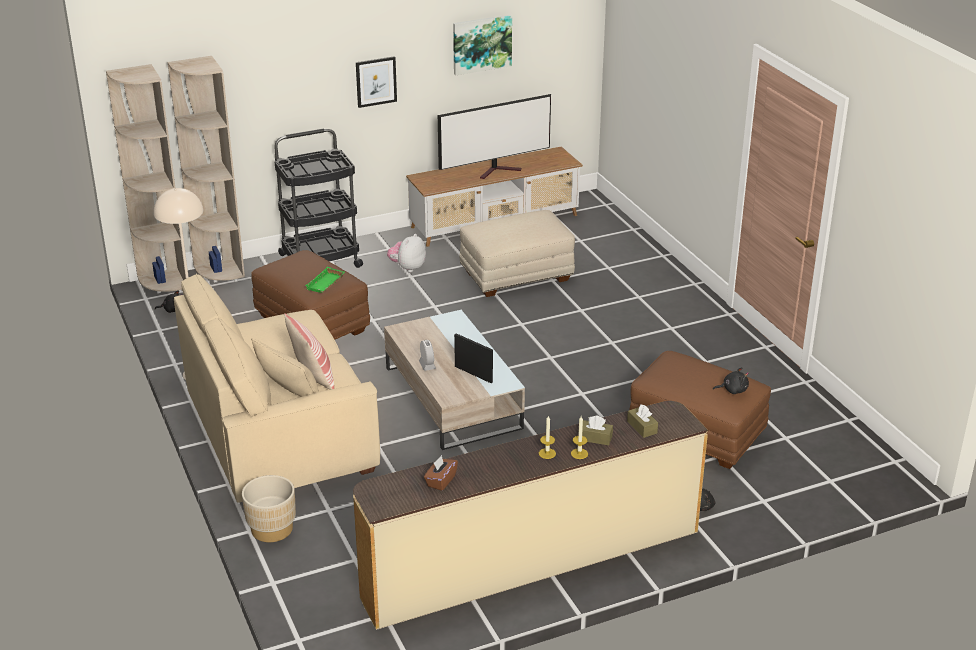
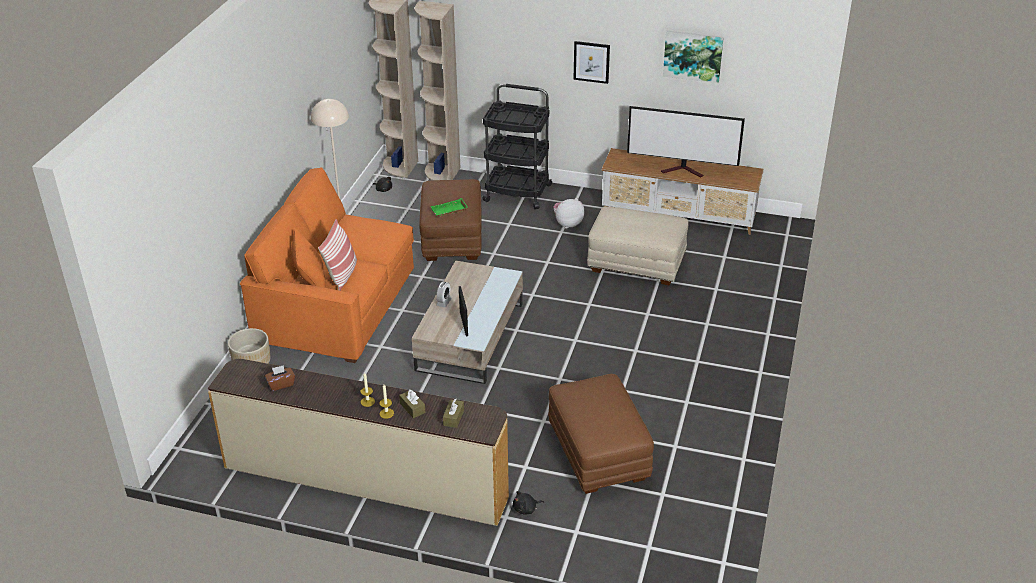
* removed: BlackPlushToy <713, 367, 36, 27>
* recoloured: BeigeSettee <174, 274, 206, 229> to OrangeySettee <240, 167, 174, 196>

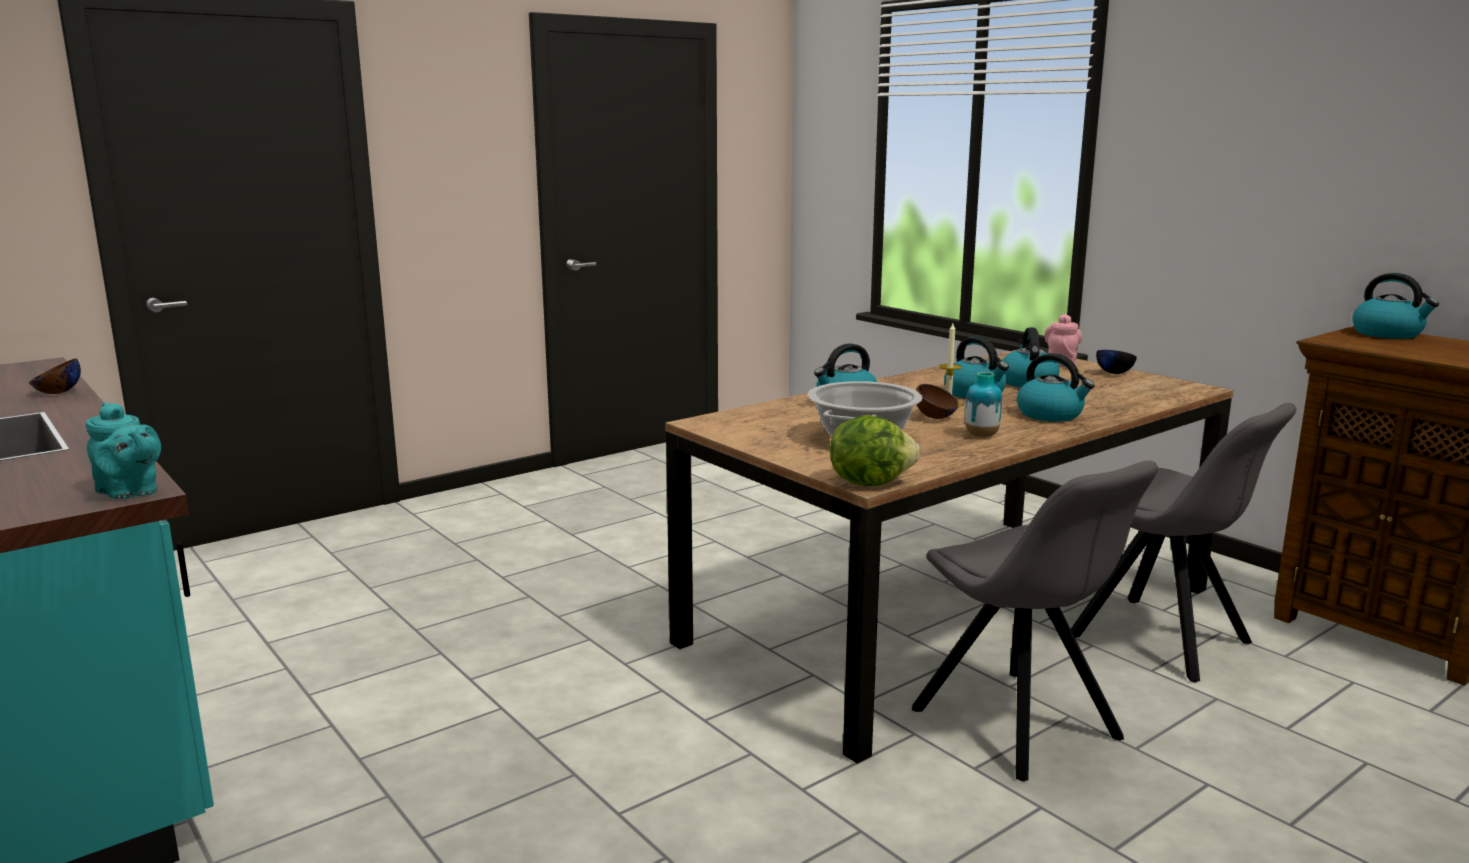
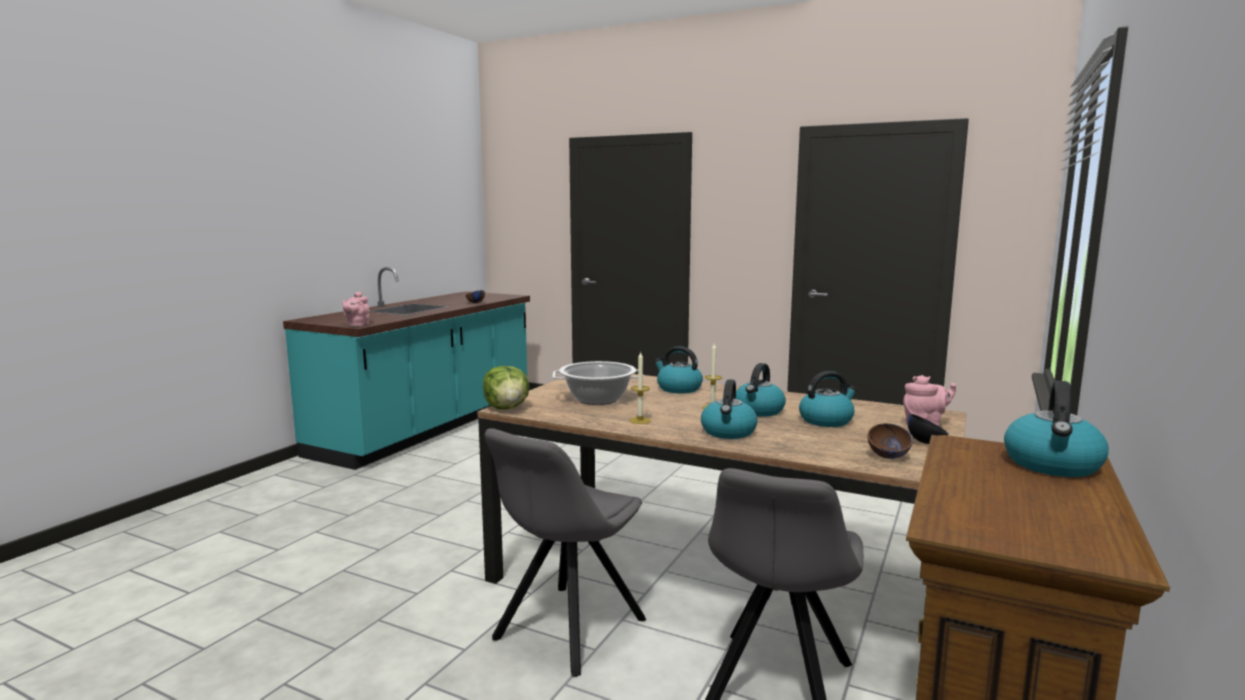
* moved: BrownServingBowl <916, 384, 43, 35> to <868, 423, 45, 36>
* replaced: DecorativeVase <965, 372, 37, 65> to WaxLight <629, 351, 22, 73>
* recoloured: BlueGreenPotForTea <86, 402, 75, 97> to PinkPotForTea <342, 292, 27, 35>

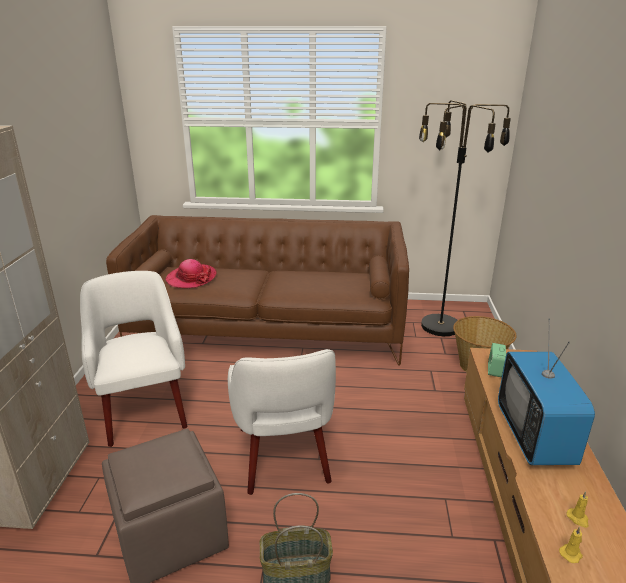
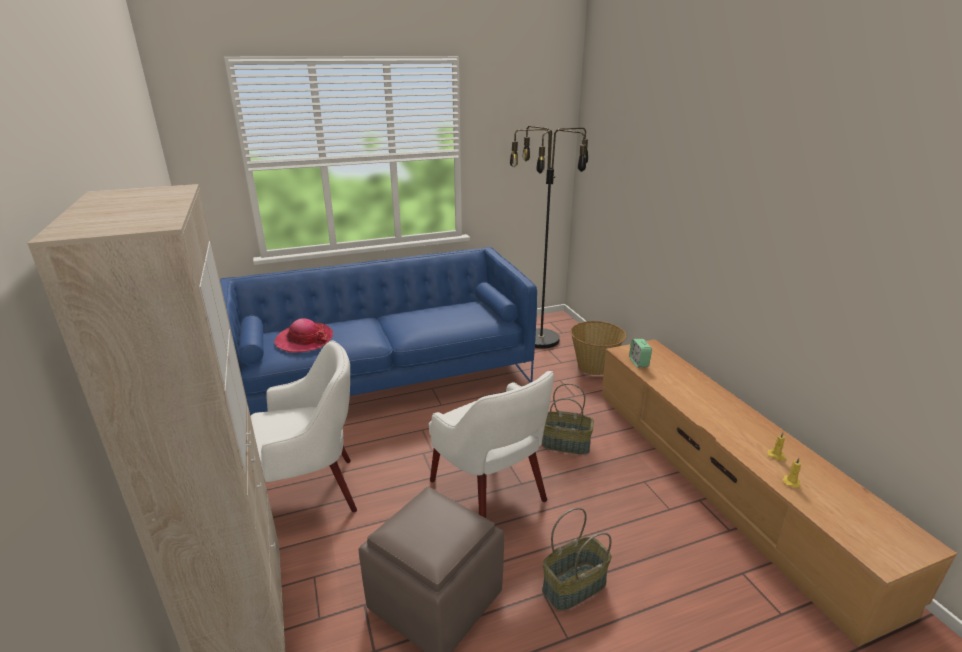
* removed: TvSet <498, 318, 97, 147>
* added: HouseholdBasket <542, 383, 52, 72>
* recoloured: BrownSettee <106, 215, 303, 151> to BlueColouredSettee <220, 247, 317, 169>
* turned: WhitishLoungeChair <80, 271, 107, 176> = <250, 340, 107, 172> 120 degrees clockwise

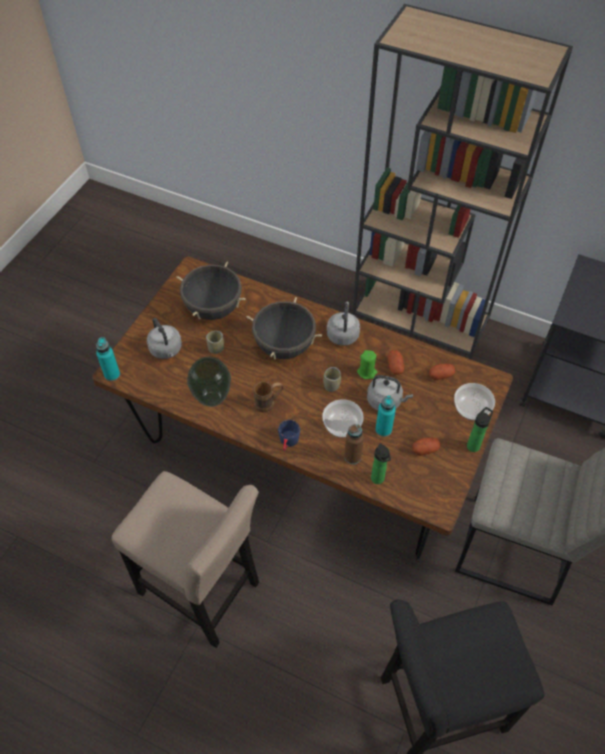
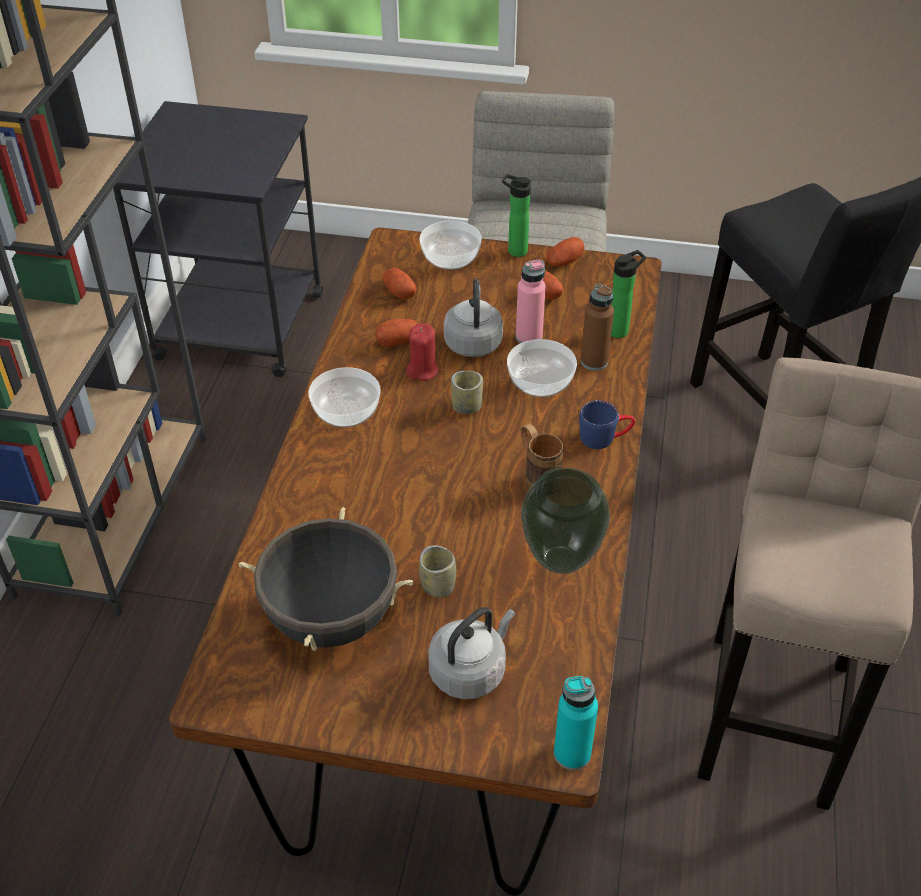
* removed: BlackCookingPot <246, 297, 76, 63>
* added: Spud <546, 237, 39, 30>
* replaced: GreyishKettle <327, 301, 33, 45> to ServingBowl <308, 367, 73, 60>
* recoloured: GreenColouredWaxLight <357, 350, 20, 29> to RedColouredWaxLight <406, 323, 33, 58>
* recoloured: BlueGreenBeverageBottle <375, 396, 21, 41> to PinkBeverageBottle <516, 260, 30, 83>

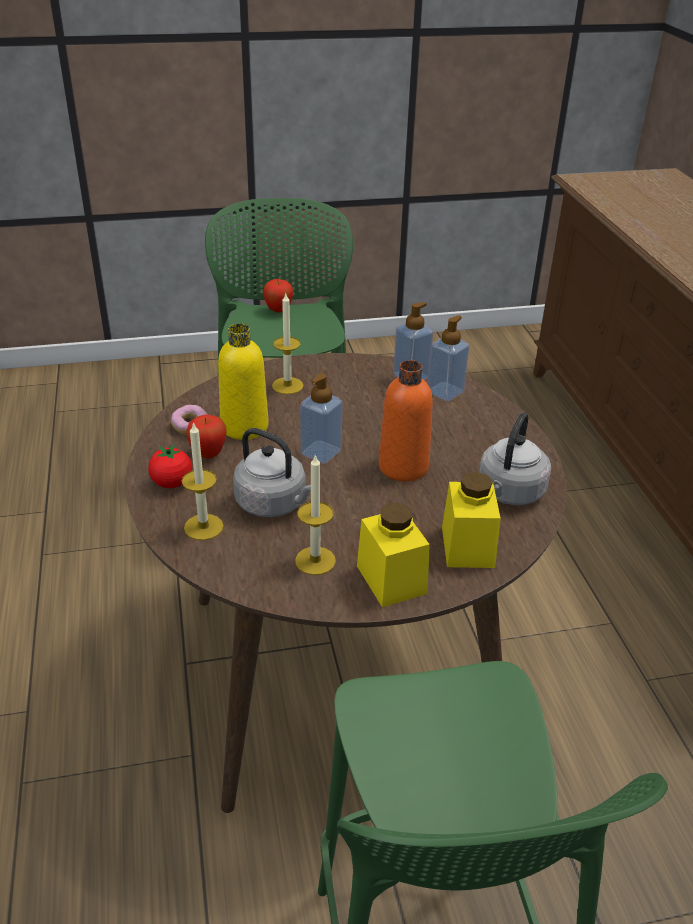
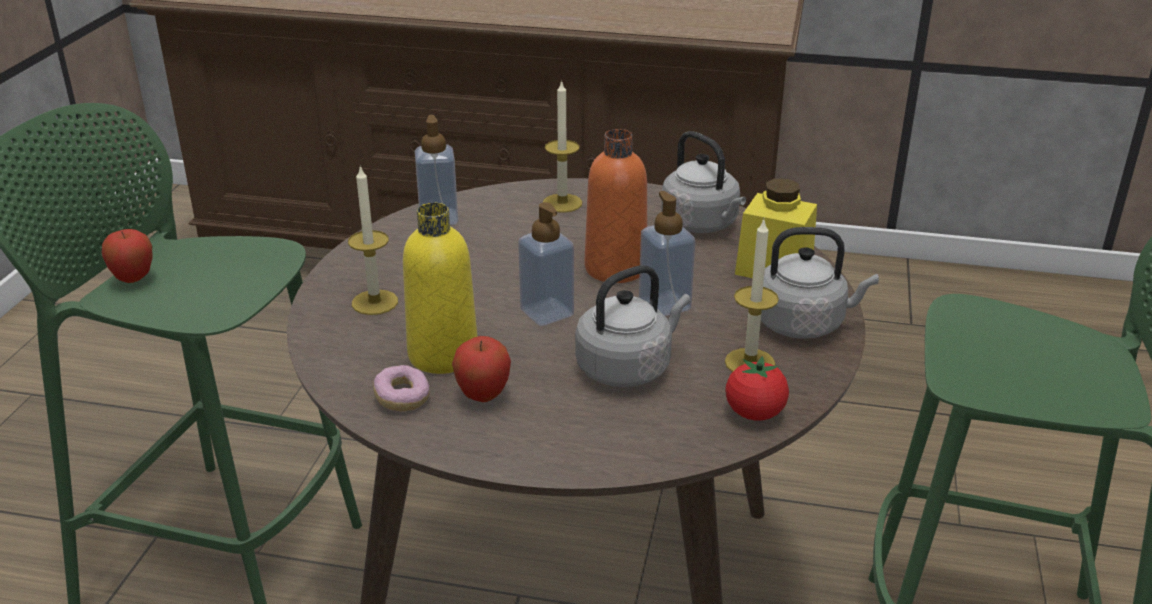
* moved: FreshTomato <148, 444, 44, 44> to <725, 356, 64, 64>
* moved: WaxLight <182, 422, 42, 118> to <543, 80, 39, 133>
* moved: LiquidSoapBottle <428, 315, 41, 86> to <639, 191, 56, 125>
* replaced: YellowColouredStorageJar <357, 503, 73, 104> to GreyishKettle <761, 227, 118, 112>

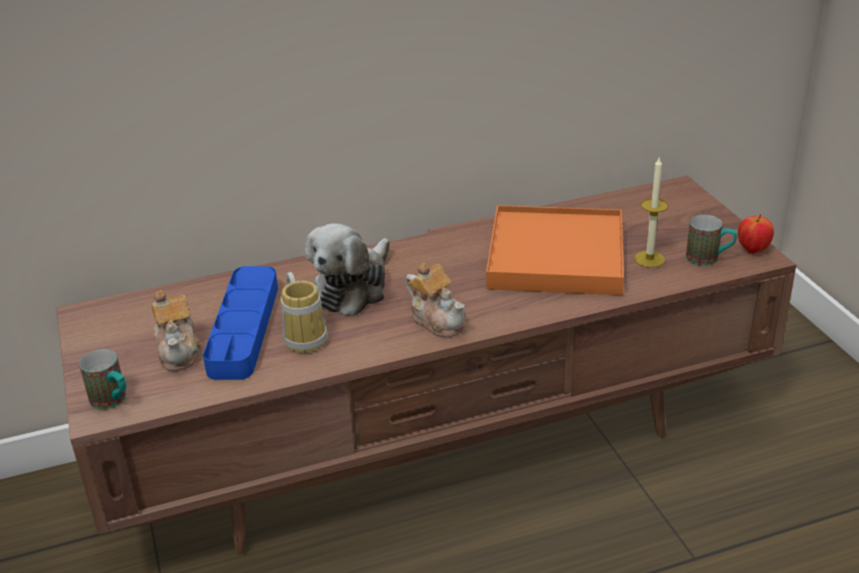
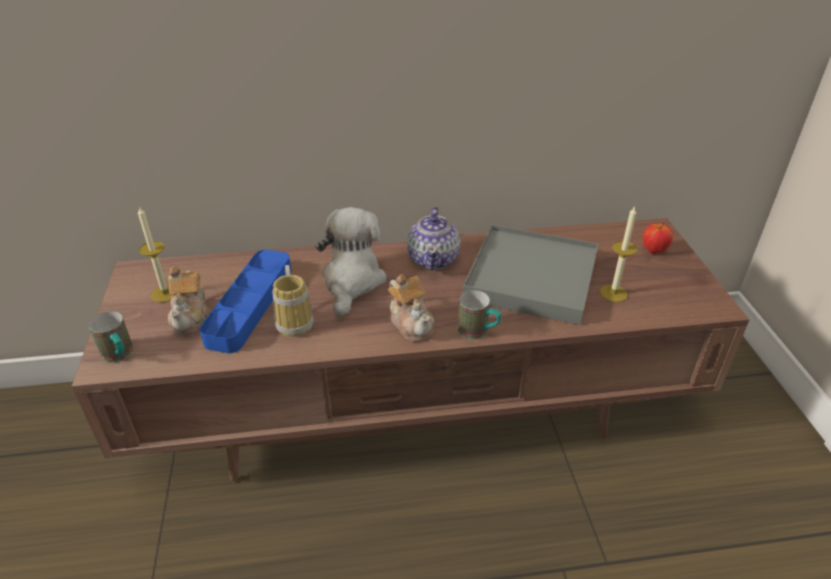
* added: WaxLight <138, 206, 34, 96>
* added: PotForTea <407, 207, 53, 63>
* moved: CoffeeMug <686, 215, 51, 51> to <458, 290, 43, 49>
* moved: AppleFruit <738, 214, 36, 40> to <643, 223, 30, 31>
* recoloured: OrangeyServingTray <486, 205, 138, 90> to GreyishServingTray <463, 224, 135, 101>
* turned: PlushToy <305, 224, 85, 92> = <315, 207, 72, 110> 150 degrees clockwise

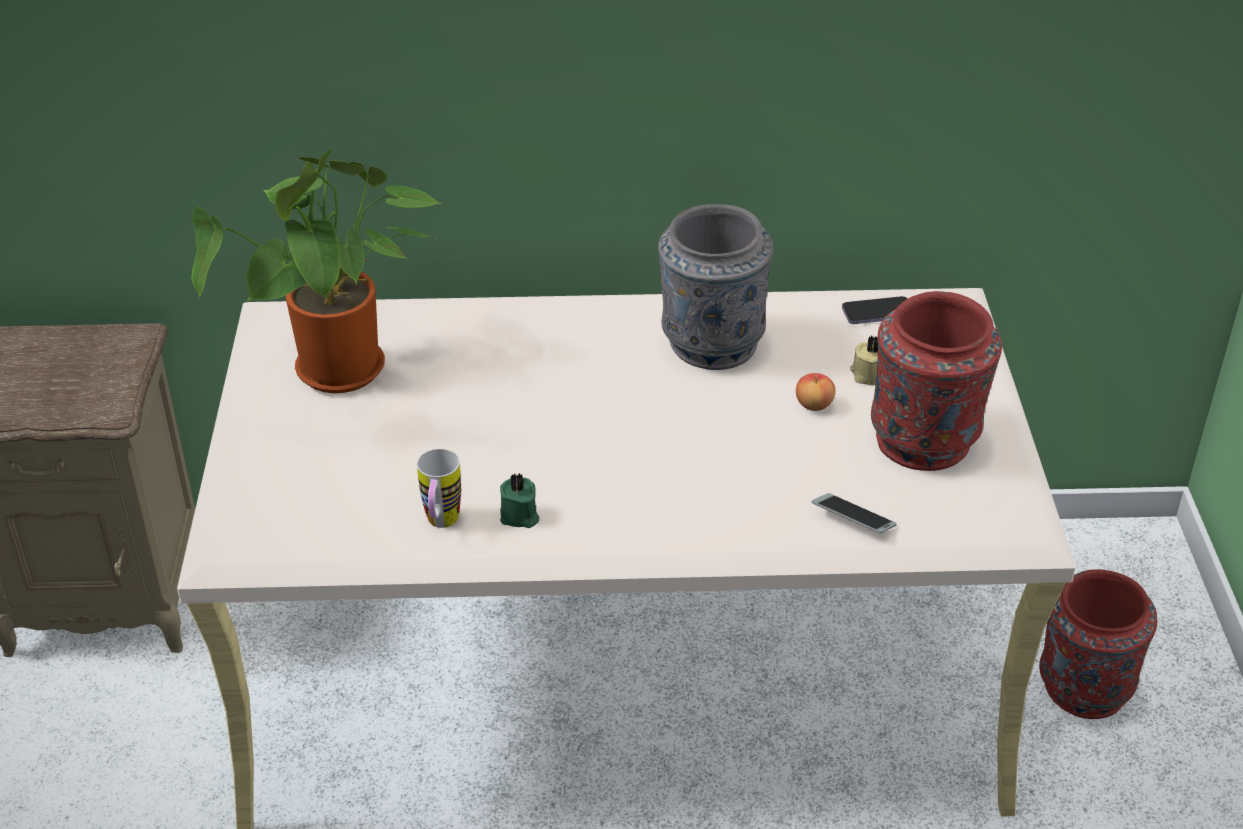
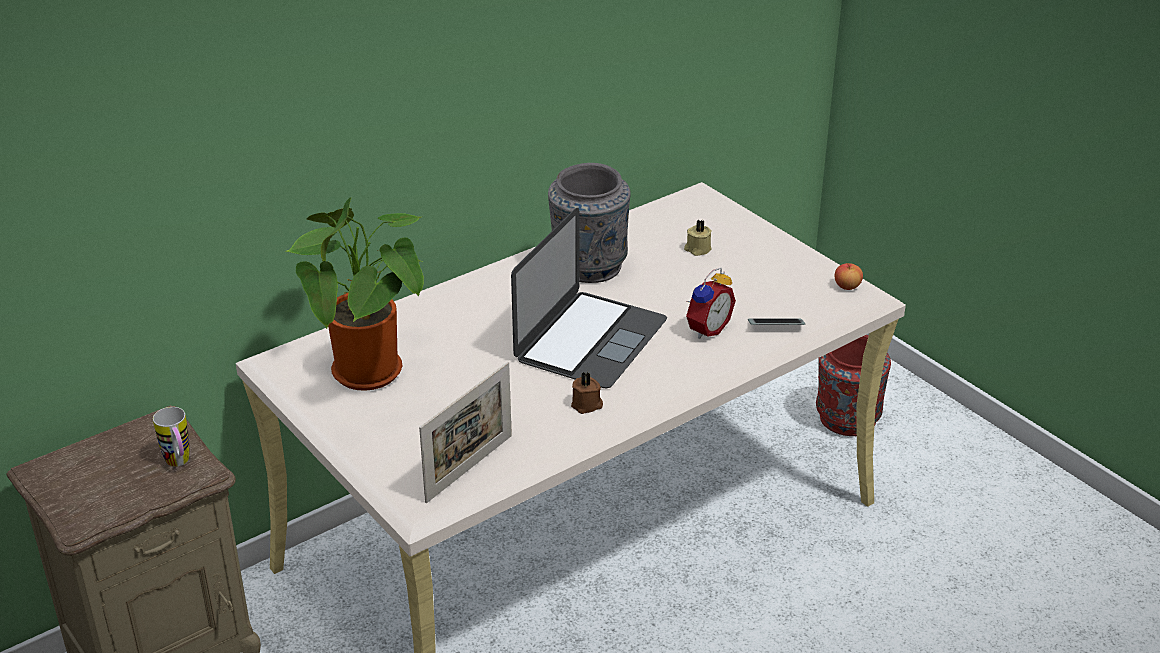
* removed: Phone <842, 296, 66, 28>
* removed: RedColouredDecorativeVase <871, 291, 131, 180>
* added: StandingFrame <419, 362, 93, 141>
* added: NotebookComputer <511, 208, 156, 180>
* added: BedsideClock <686, 267, 50, 72>
* moved: CoffeeMug <417, 449, 44, 79> to <153, 407, 36, 60>
* moved: AppleFruit <796, 373, 40, 38> to <835, 263, 28, 27>
* recoloured: GreenColouredWaxLight <500, 473, 39, 55> to BrownWaxLight <571, 372, 32, 42>

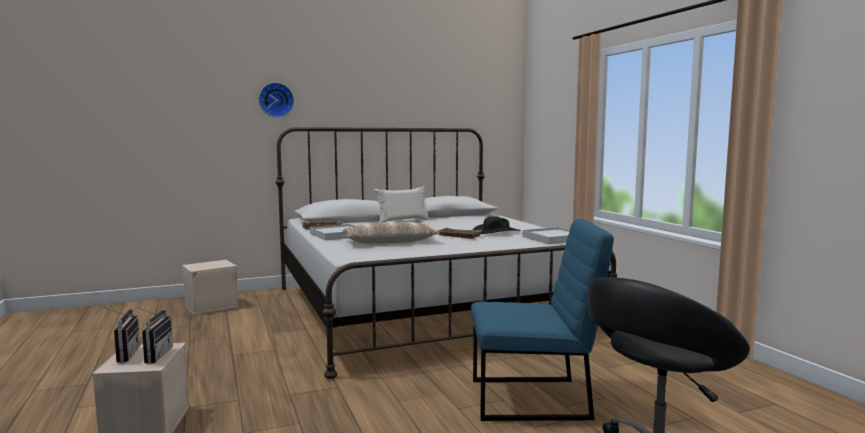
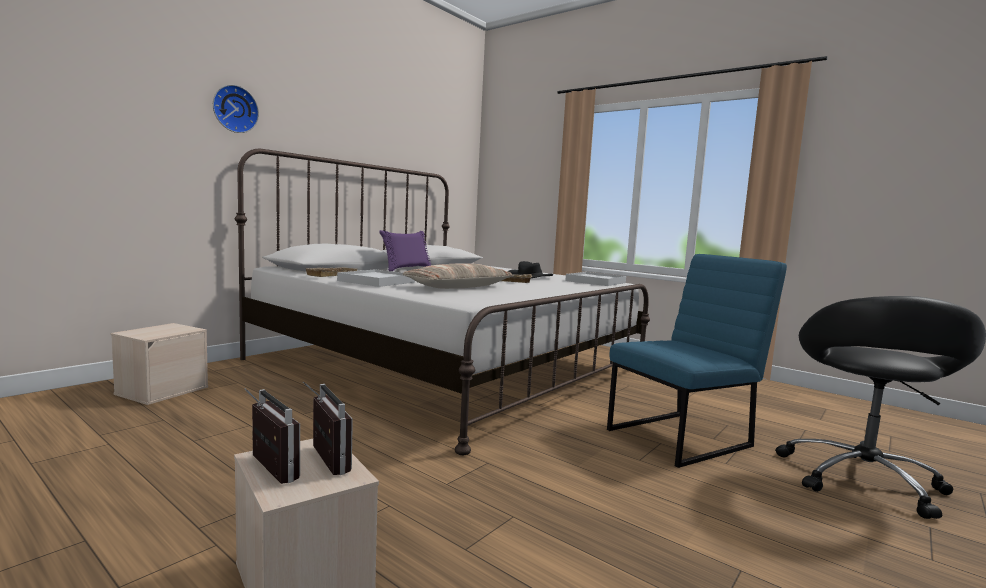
* recoloured: WhitishPillow <374, 186, 55, 37> to PurplePillow <379, 230, 53, 41>

